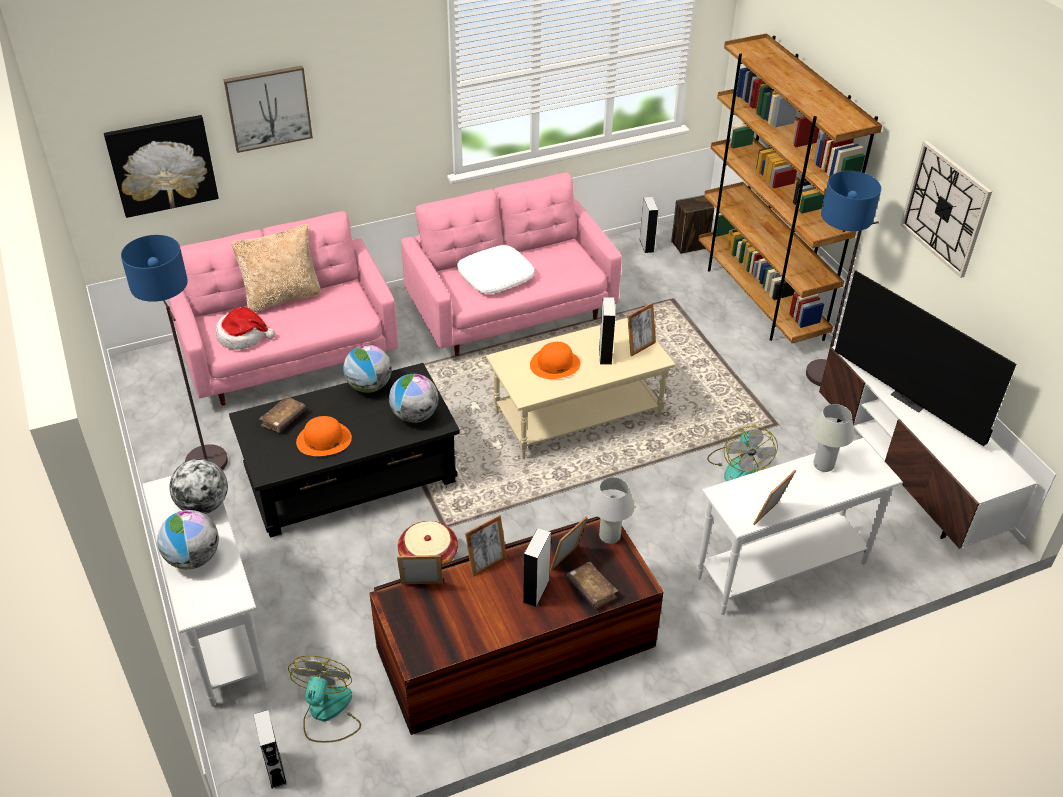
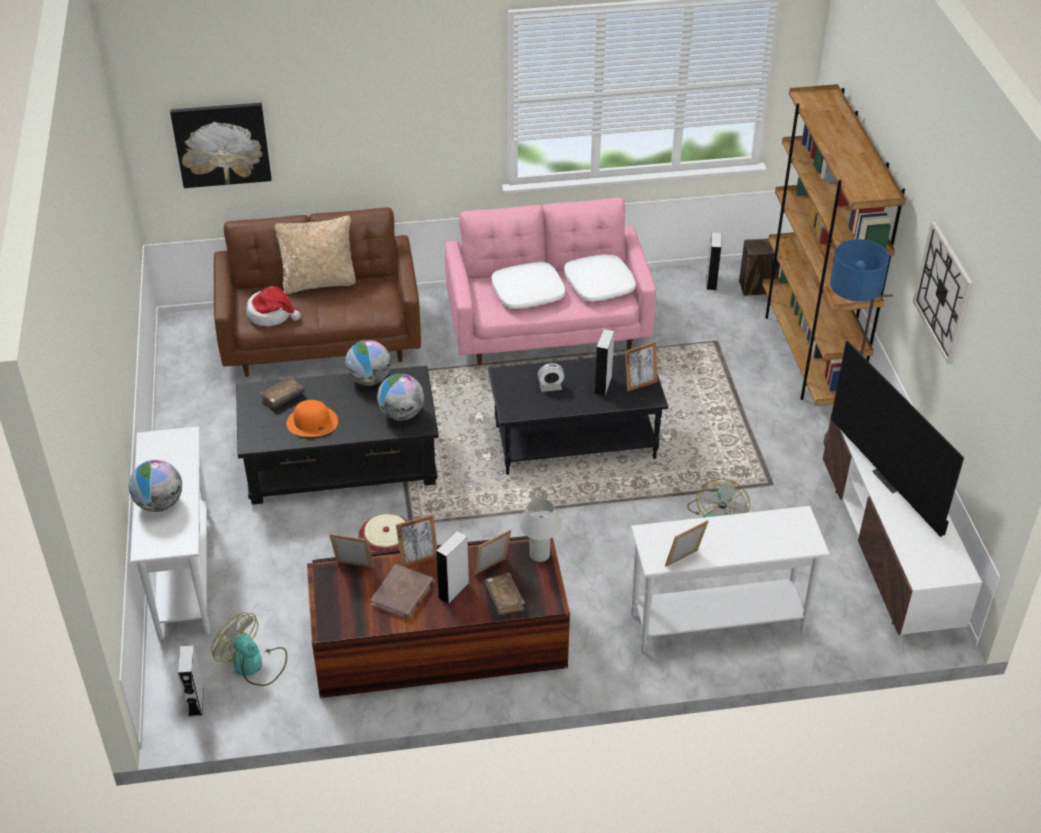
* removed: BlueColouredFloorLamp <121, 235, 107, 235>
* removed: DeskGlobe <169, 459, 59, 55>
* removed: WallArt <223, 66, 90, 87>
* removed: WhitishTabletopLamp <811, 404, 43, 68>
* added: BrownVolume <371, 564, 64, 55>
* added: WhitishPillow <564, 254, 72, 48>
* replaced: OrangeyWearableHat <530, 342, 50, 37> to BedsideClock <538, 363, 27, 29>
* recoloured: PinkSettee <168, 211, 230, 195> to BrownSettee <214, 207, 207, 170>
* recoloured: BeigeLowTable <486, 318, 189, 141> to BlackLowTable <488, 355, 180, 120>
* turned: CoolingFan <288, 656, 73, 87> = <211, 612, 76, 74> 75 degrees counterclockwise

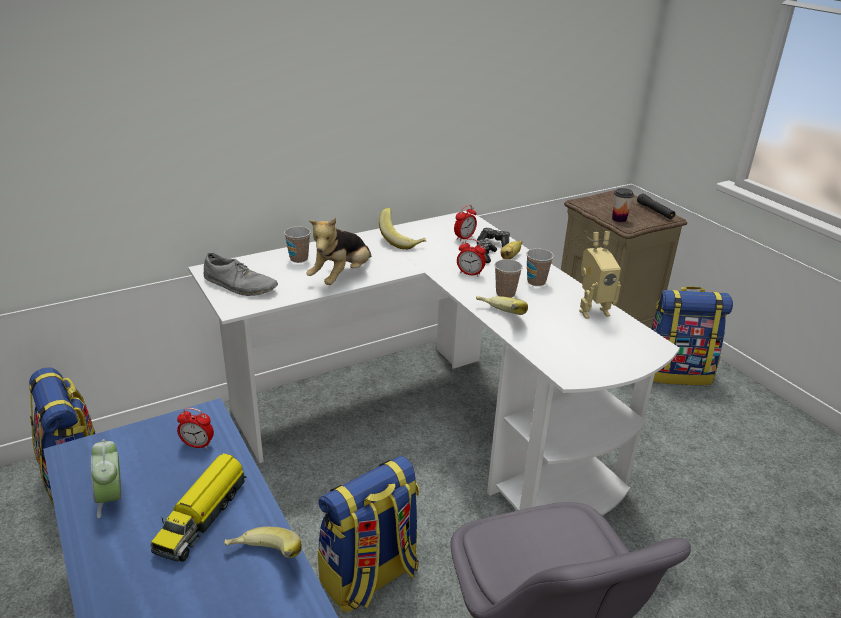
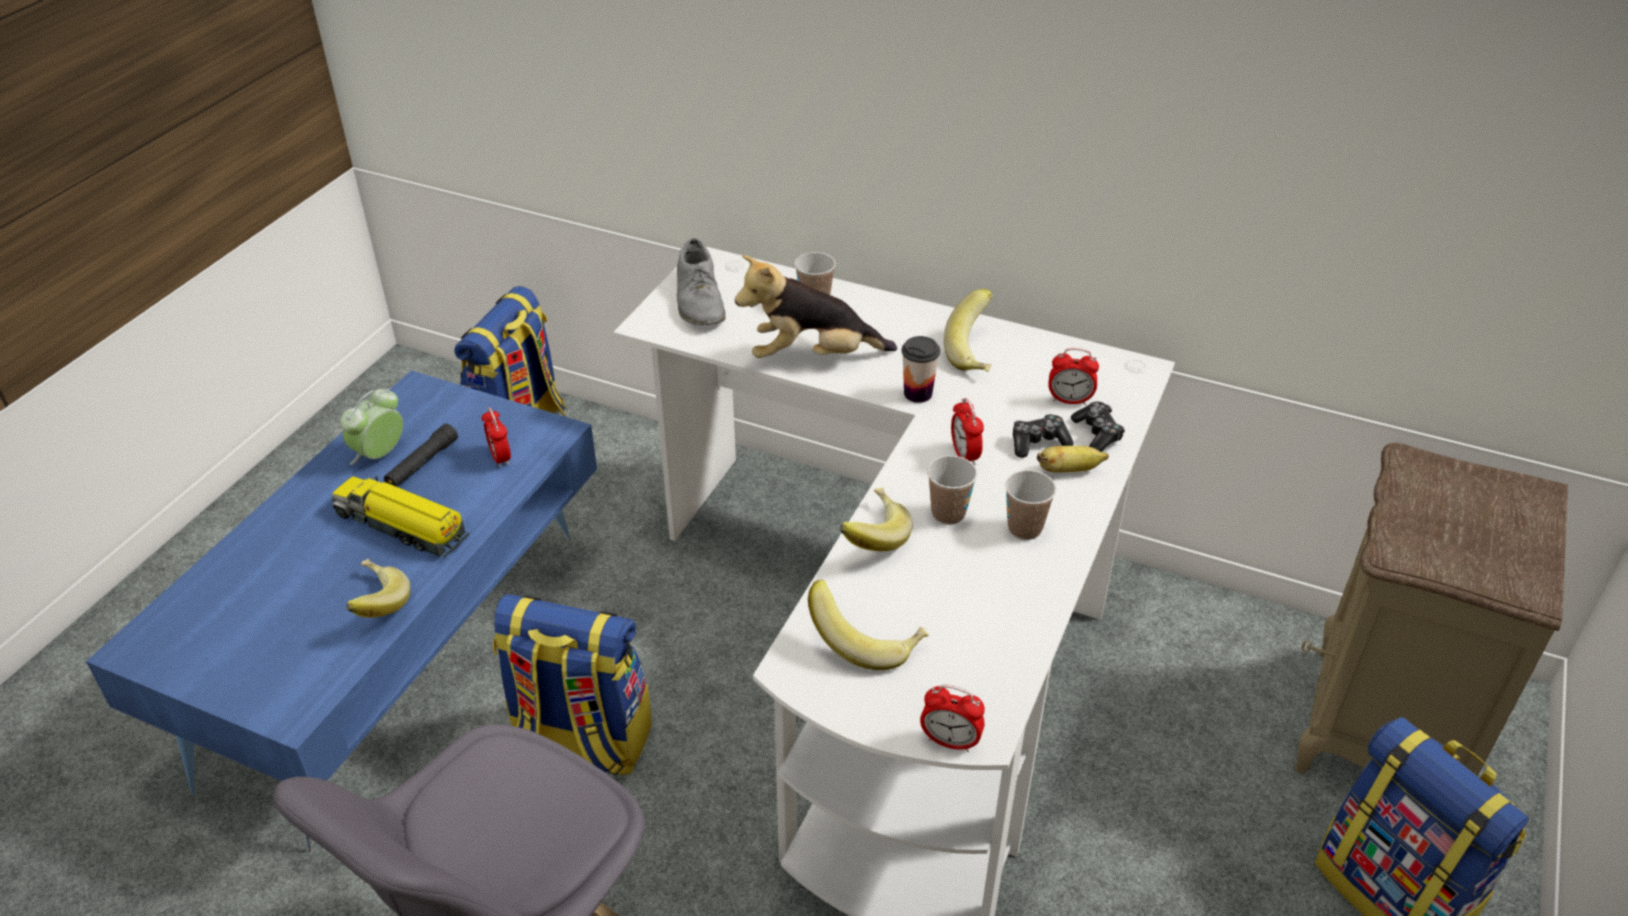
* removed: ModelRobot <579, 231, 42, 88>
* added: WholeBanana <808, 580, 121, 90>
* added: BedsideClock <920, 684, 65, 68>
* moved: DrinkingCup <612, 188, 22, 34> to <902, 336, 38, 67>
* moved: BlackFlashlight <637, 194, 38, 25> to <384, 424, 74, 63>
* turned: ToyTruck <150, 453, 96, 109> = <332, 475, 137, 82> 45 degrees clockwise

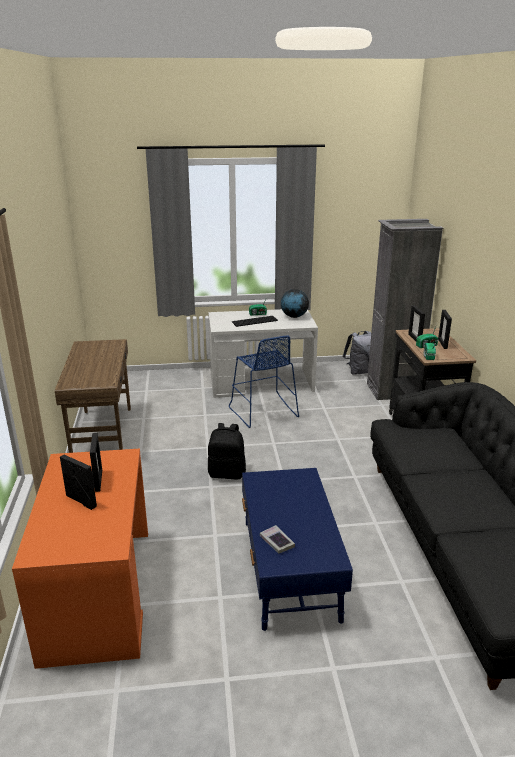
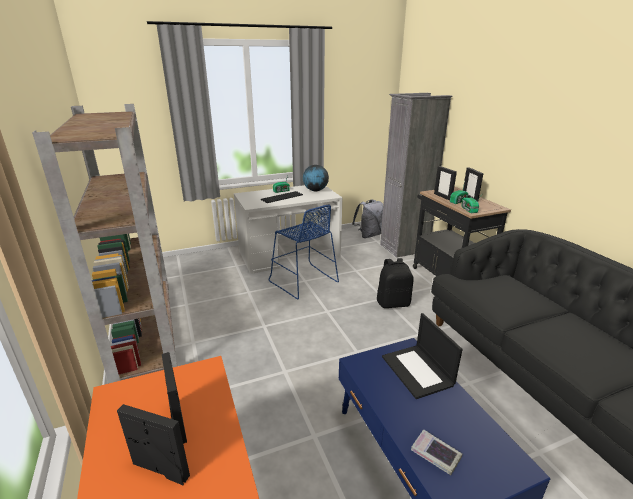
* added: NotebookComputer <382, 313, 81, 86>
* moved: BlackRucksack <208, 423, 38, 57> to <377, 258, 37, 50>
* replaced: BrownNarrowTable <55, 339, 76, 114> to BrownBookshelf <32, 104, 146, 279>

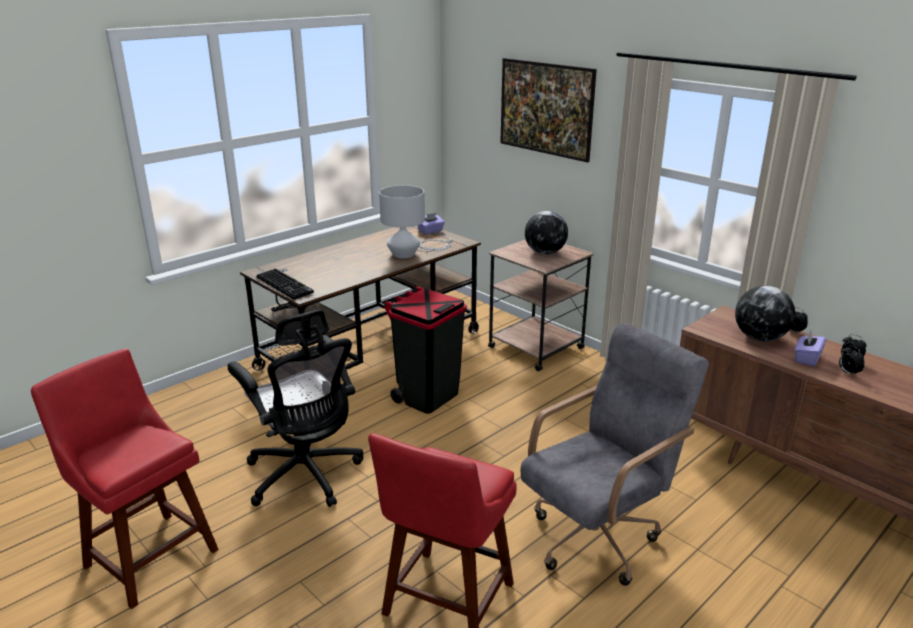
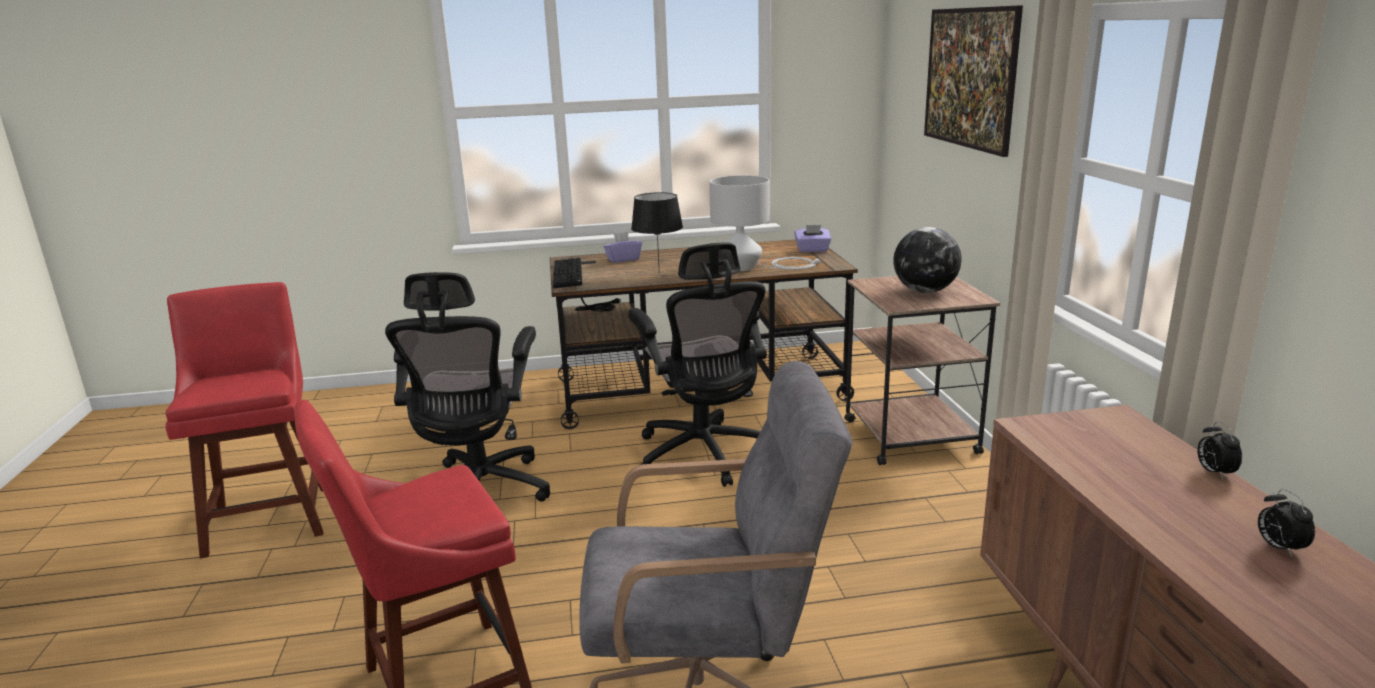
* removed: DeskGlobe <735, 286, 60, 55>
* removed: BedsideClock <839, 345, 26, 30>
* added: BlackTabletopLamp <631, 192, 52, 81>
* moved: PurpleTissueHolder <795, 330, 31, 37> to <604, 232, 38, 31>
* replaced: BlackTrashCan <384, 286, 83, 128> to ComputerChair <628, 243, 139, 244>

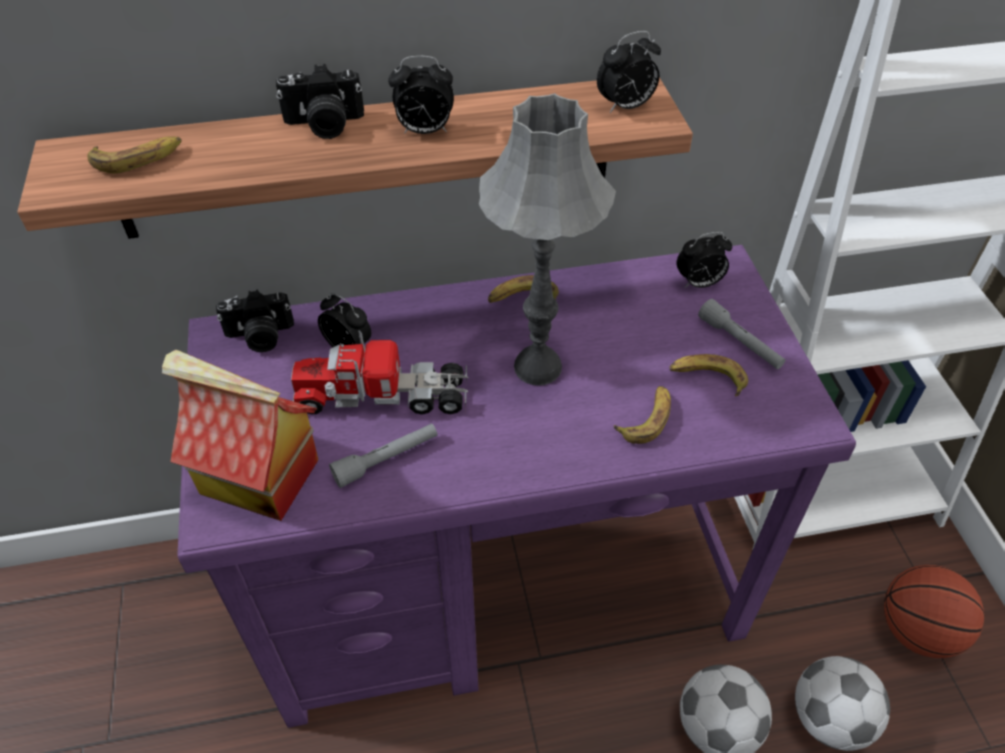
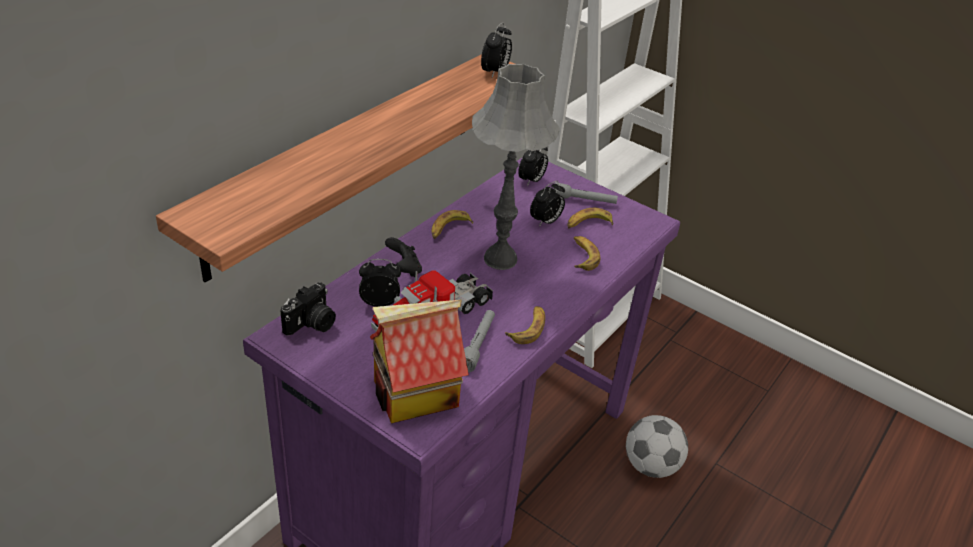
* removed: StillCamera <276, 64, 88, 75>
* removed: BallForFootball <795, 656, 95, 95>
* removed: BasketballBall <884, 565, 100, 93>
* added: BlackGameController <385, 237, 37, 40>
* moved: WholeBanana <87, 136, 95, 37> to <505, 306, 40, 38>
* moved: BedsideClock <388, 56, 66, 78> to <530, 181, 35, 46>

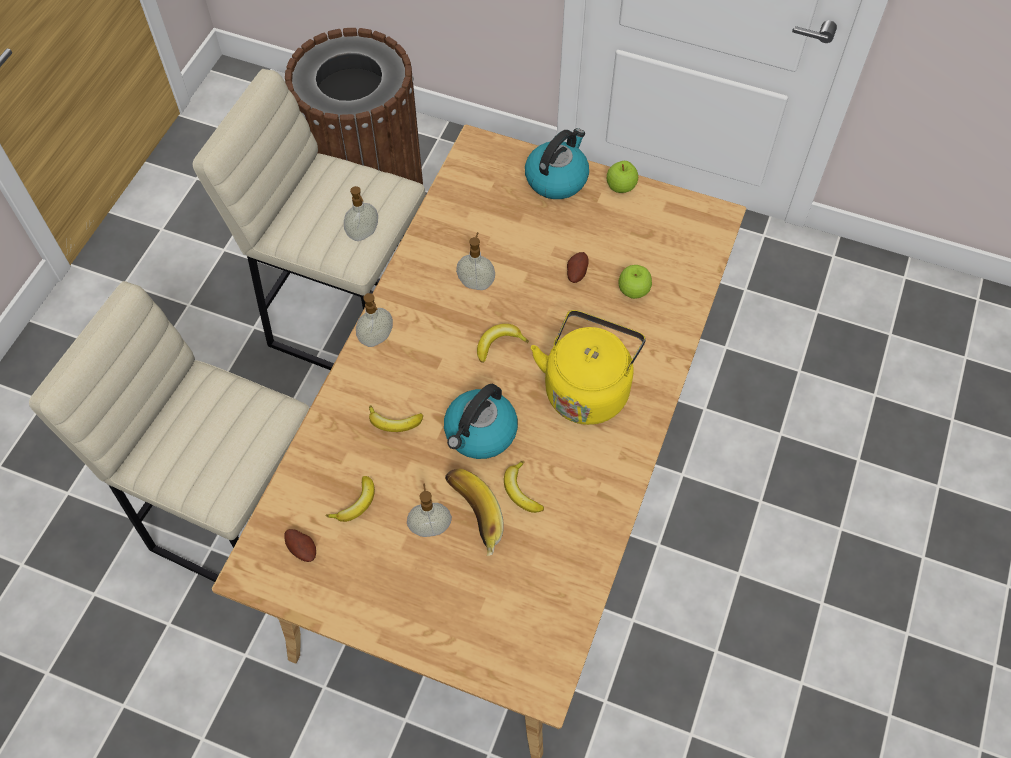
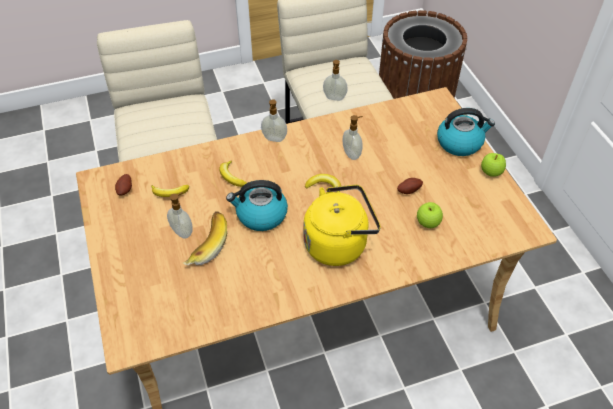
* removed: WholeBanana <504, 461, 40, 52>

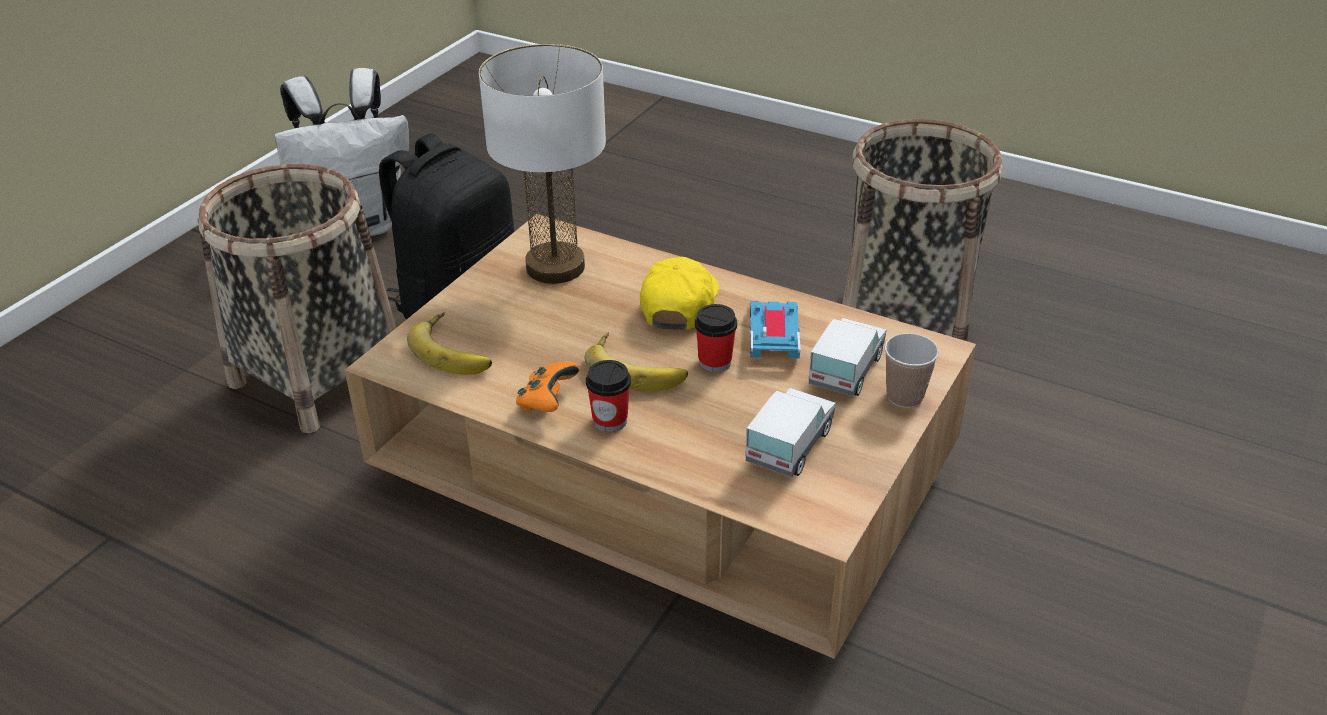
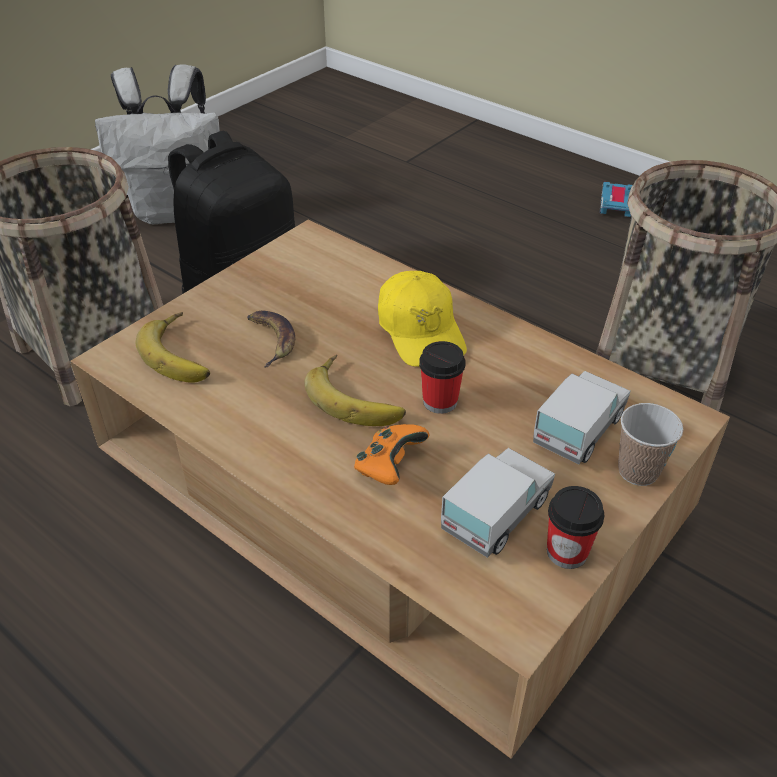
* removed: TabletopLamp <479, 44, 127, 240>
* added: WholeBanana <247, 311, 48, 56>
* moved: OrangeyGameController <516, 361, 64, 51> to <354, 424, 75, 61>
* moved: DrinkingCup <586, 360, 45, 72> to <547, 486, 57, 83>
* moved: ModelCar <750, 301, 51, 57> to <600, 182, 33, 35>
* turned: YellowColouredCap <640, 257, 79, 73> = <378, 271, 89, 96> 135 degrees clockwise

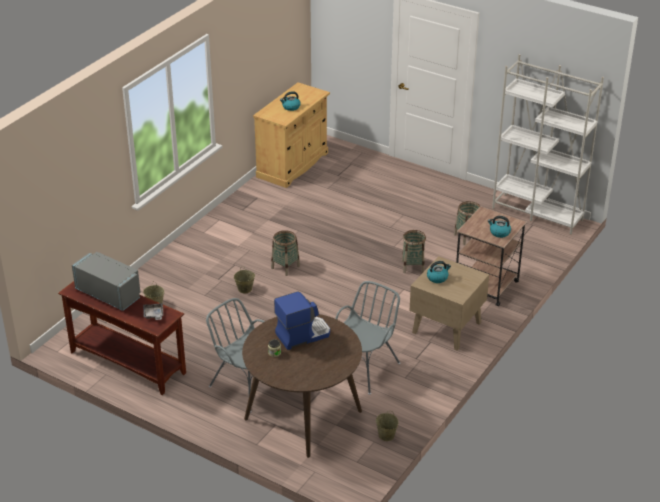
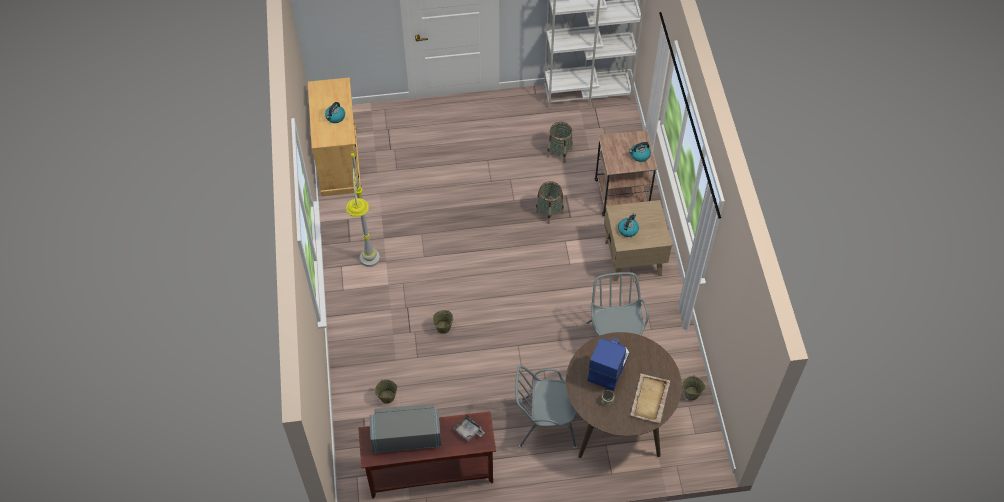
* removed: HouseholdBasket <271, 230, 29, 46>
* added: GreyishFloorLamp <346, 151, 34, 116>
* added: BeigeServingTray <630, 373, 40, 50>

